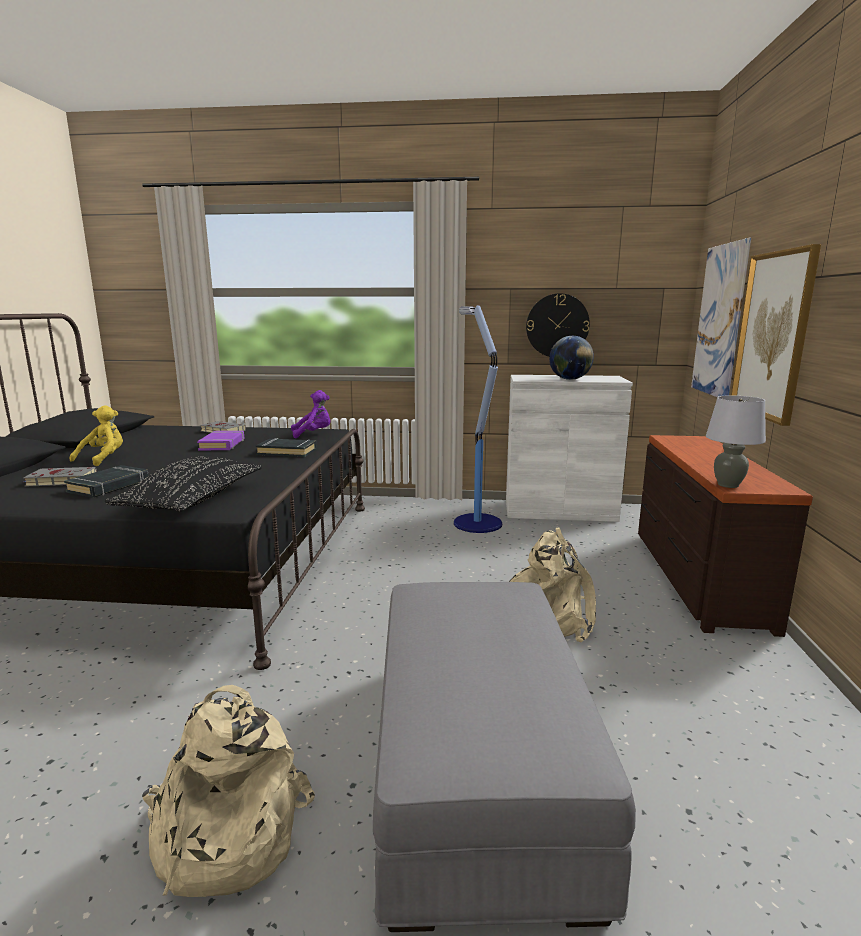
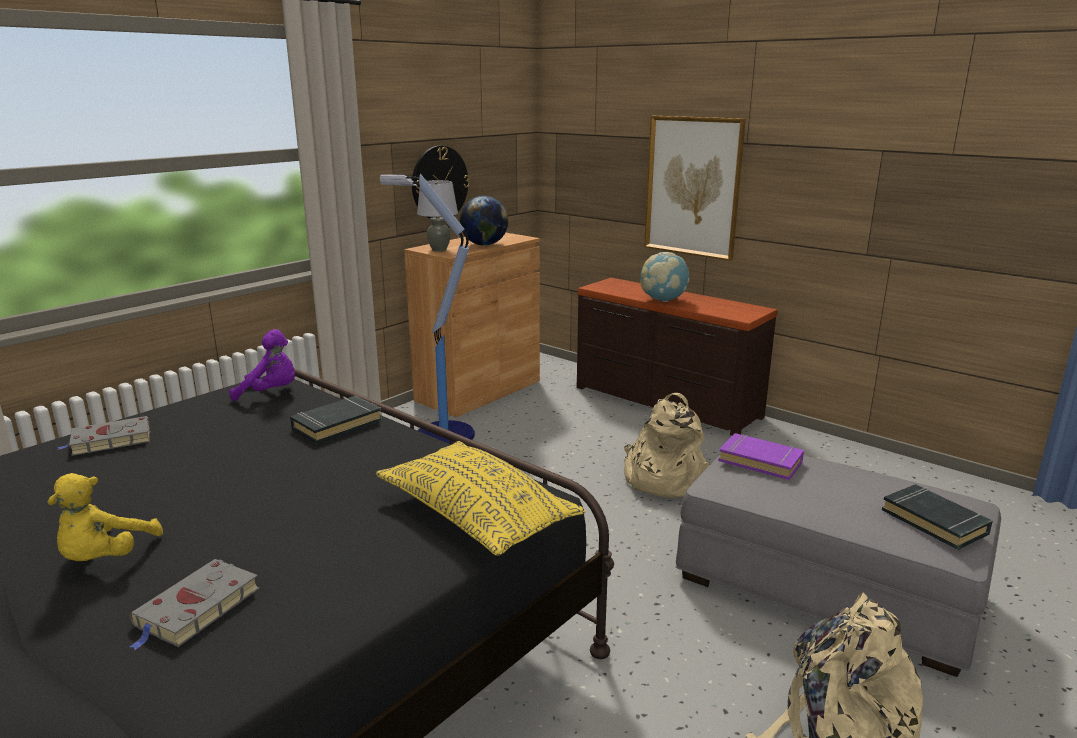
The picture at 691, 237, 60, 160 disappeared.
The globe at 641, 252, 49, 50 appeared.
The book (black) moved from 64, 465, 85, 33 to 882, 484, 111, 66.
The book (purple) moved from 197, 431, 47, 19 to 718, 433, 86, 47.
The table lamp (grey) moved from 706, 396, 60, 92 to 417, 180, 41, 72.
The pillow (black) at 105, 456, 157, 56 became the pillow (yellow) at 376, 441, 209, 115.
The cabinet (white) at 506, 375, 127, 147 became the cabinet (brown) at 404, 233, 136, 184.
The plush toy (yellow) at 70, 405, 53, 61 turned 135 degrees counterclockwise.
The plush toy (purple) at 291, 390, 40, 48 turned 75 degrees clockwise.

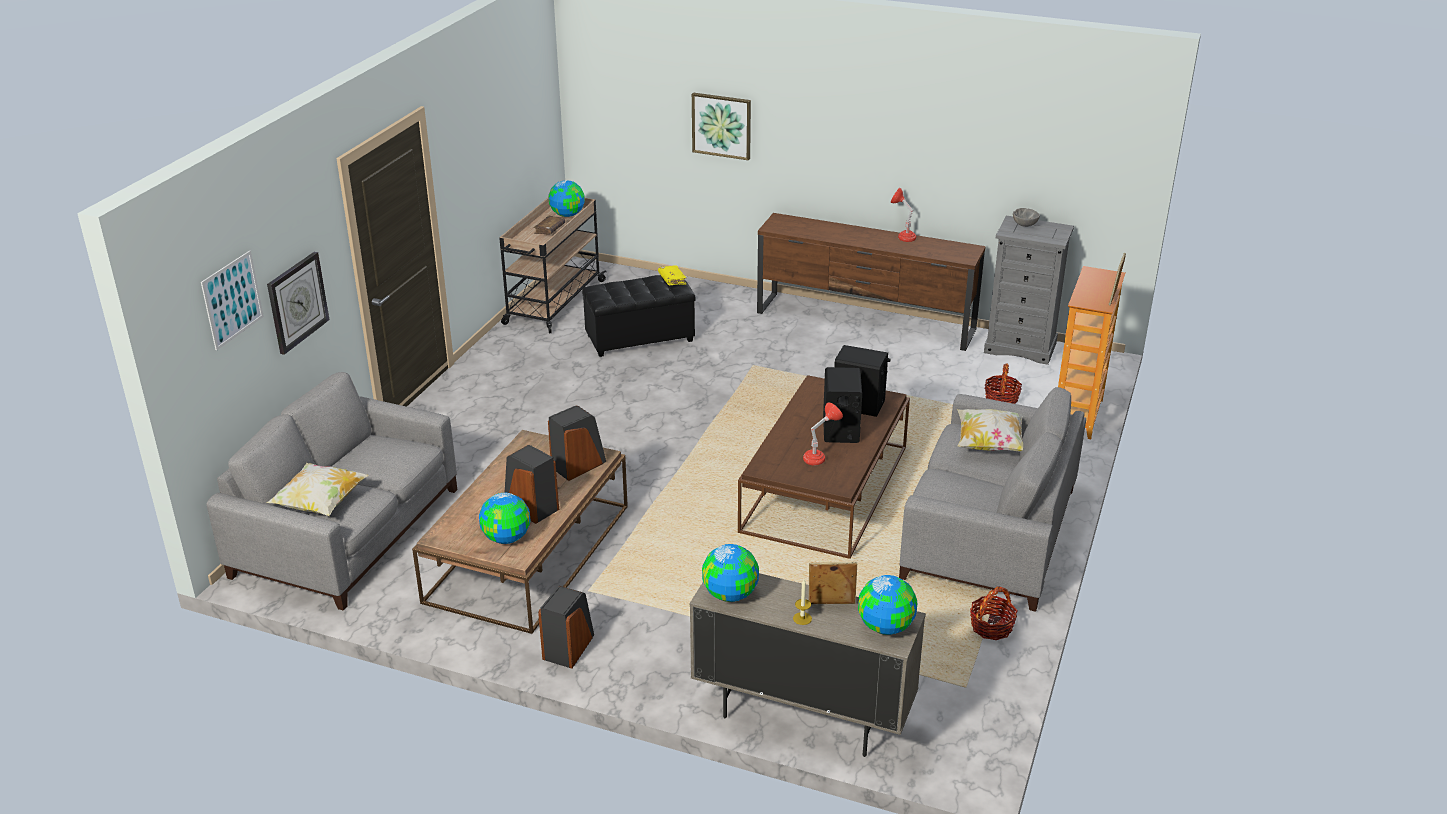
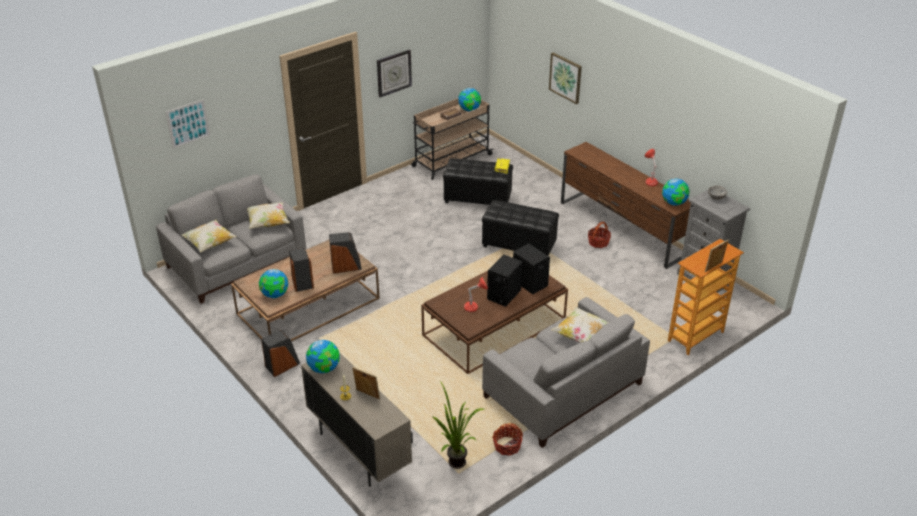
The pillow at 247, 203, 43, 26 appeared.
The potted plant at 432, 380, 52, 89 appeared.
The ottoman (black) at 482, 200, 77, 56 appeared.
The wall clock moved from 267, 252, 62, 103 to 377, 49, 35, 48.
The globe moved from 858, 575, 59, 60 to 662, 179, 28, 27.
The basket moved from 985, 363, 37, 41 to 588, 221, 23, 27.

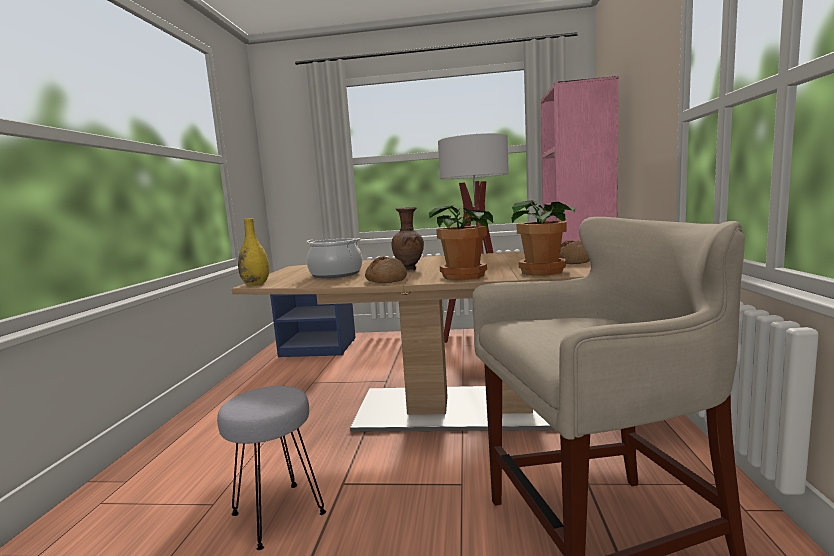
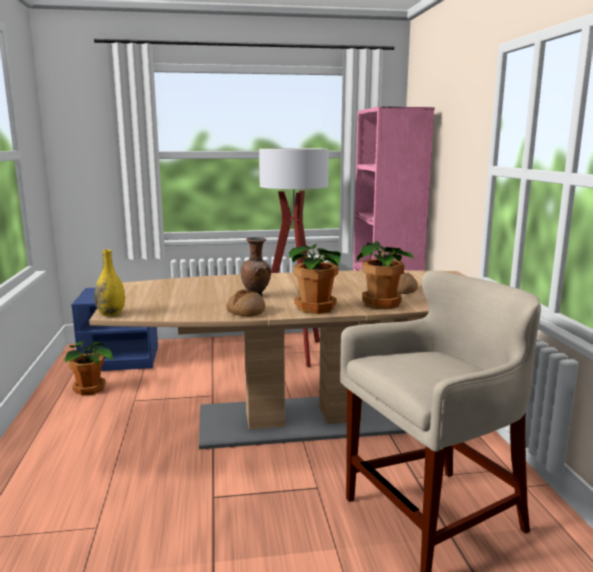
The stool (grey) at 217, 386, 109, 164 disappeared.
The cooking pot at 306, 238, 56, 40 disappeared.
The potted plant at 64, 341, 49, 54 appeared.

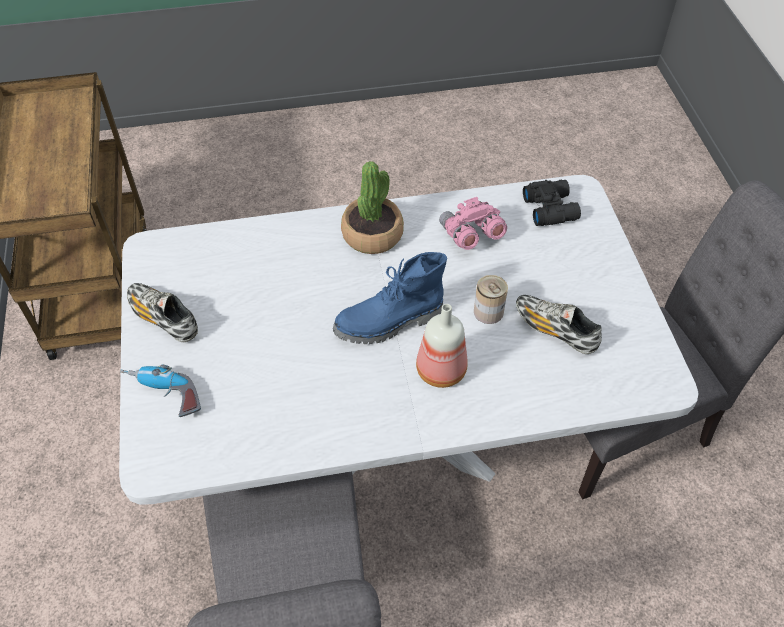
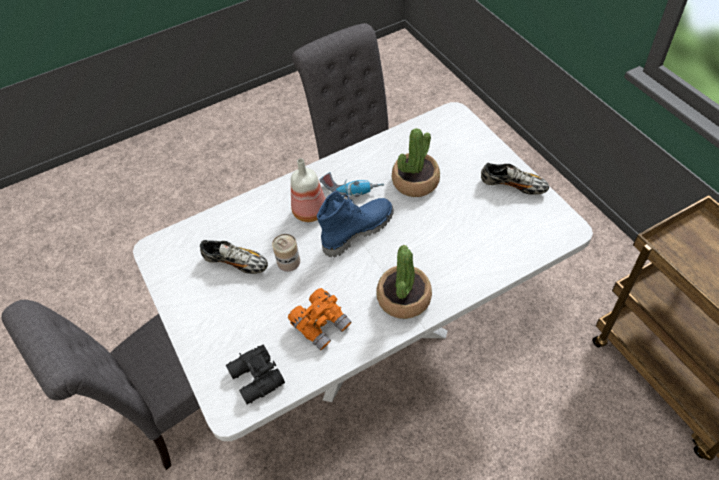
The potted plant at 392, 128, 48, 69 appeared.
The power drill moved from 120, 364, 81, 53 to 320, 172, 64, 25.
The binoculars (pink) at 439, 197, 68, 53 became the binoculars (orange) at 288, 288, 63, 62.

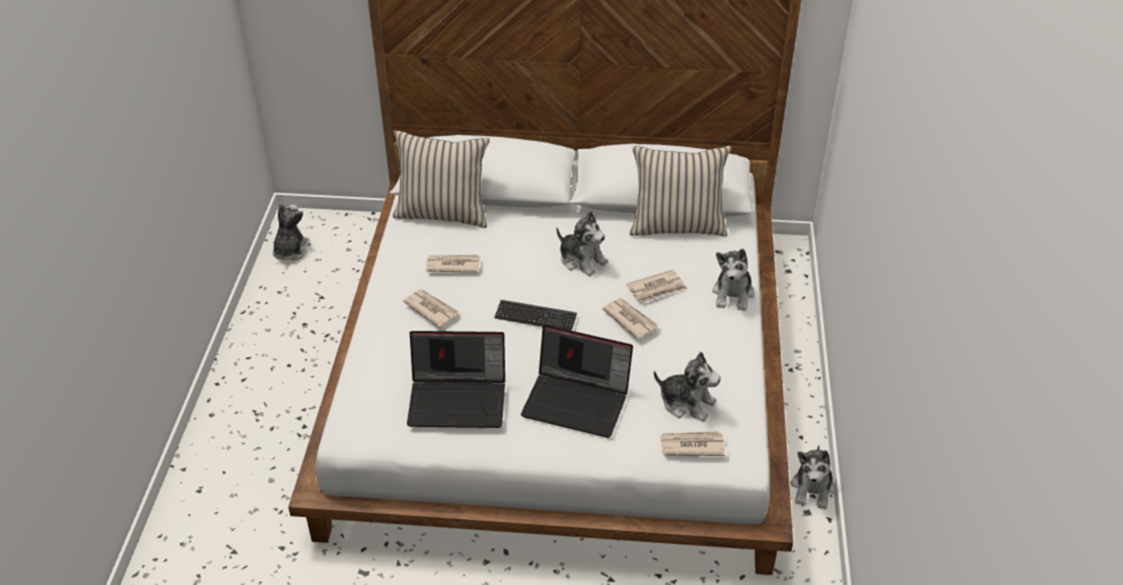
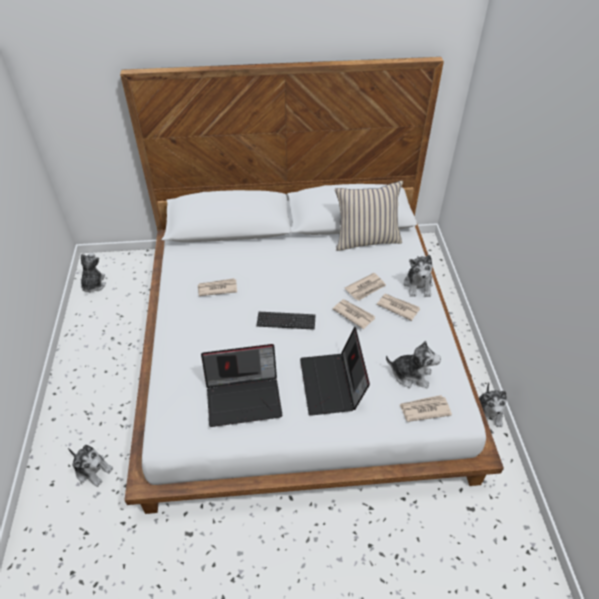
The pillow (beige) at 393, 130, 97, 98 disappeared.
The newspaper moved from 403, 289, 57, 39 to 377, 293, 43, 28.
The plush toy moved from 556, 211, 52, 65 to 68, 445, 45, 42.
The laptop at 521, 325, 112, 113 turned 75 degrees clockwise.

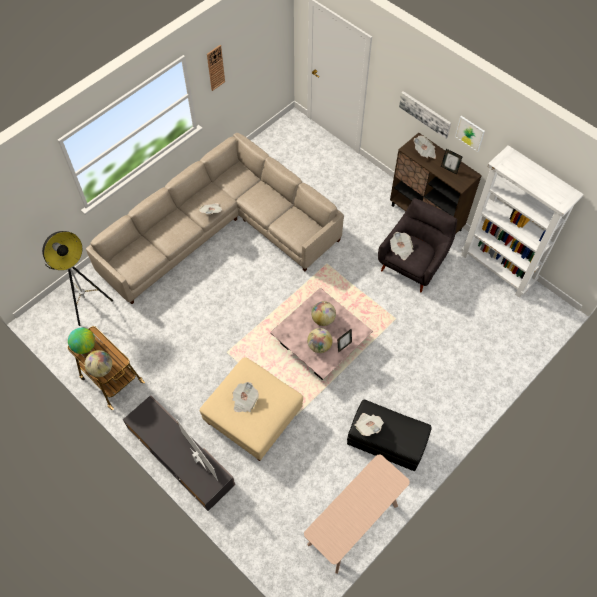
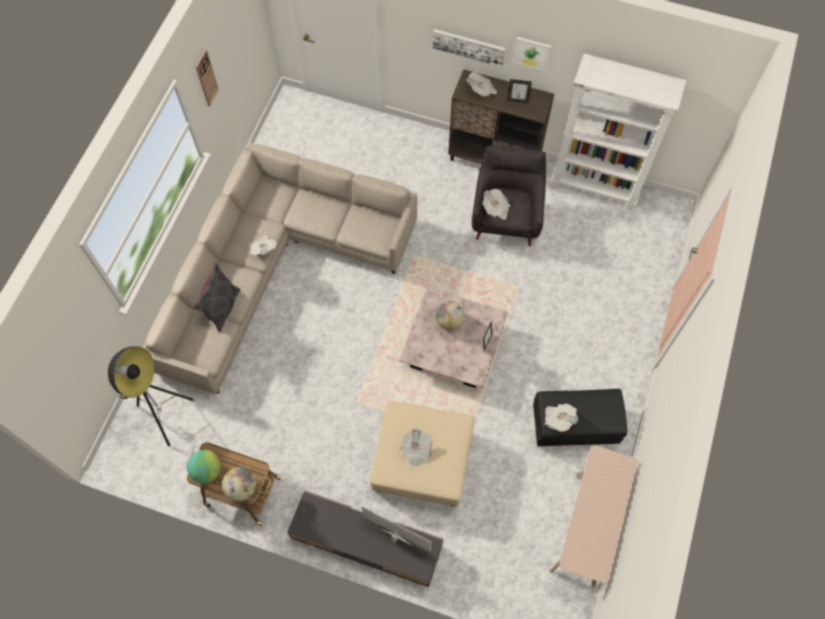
The globe at 307, 328, 26, 25 disappeared.
The pillow (grey) at 194, 263, 46, 69 appeared.

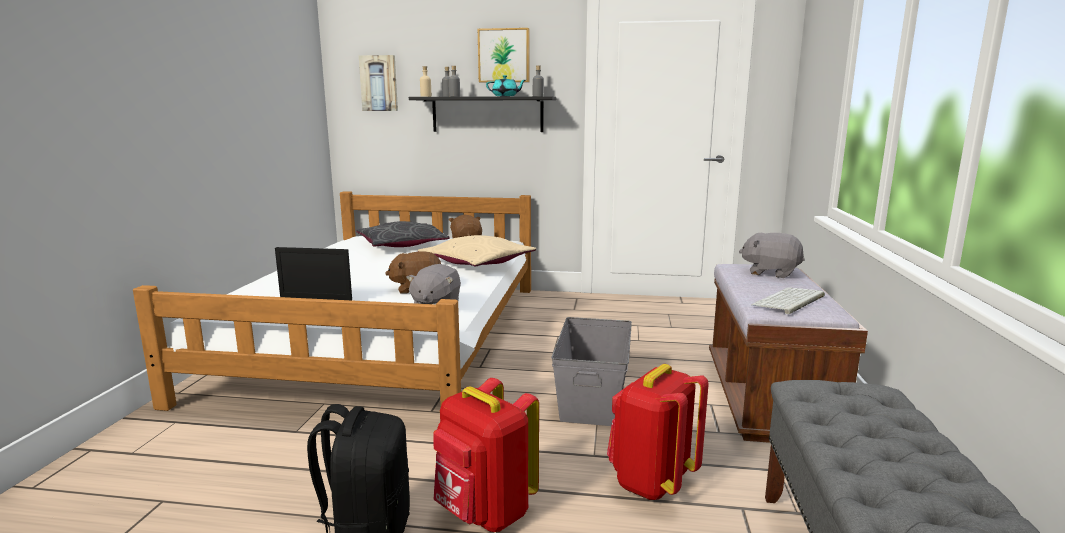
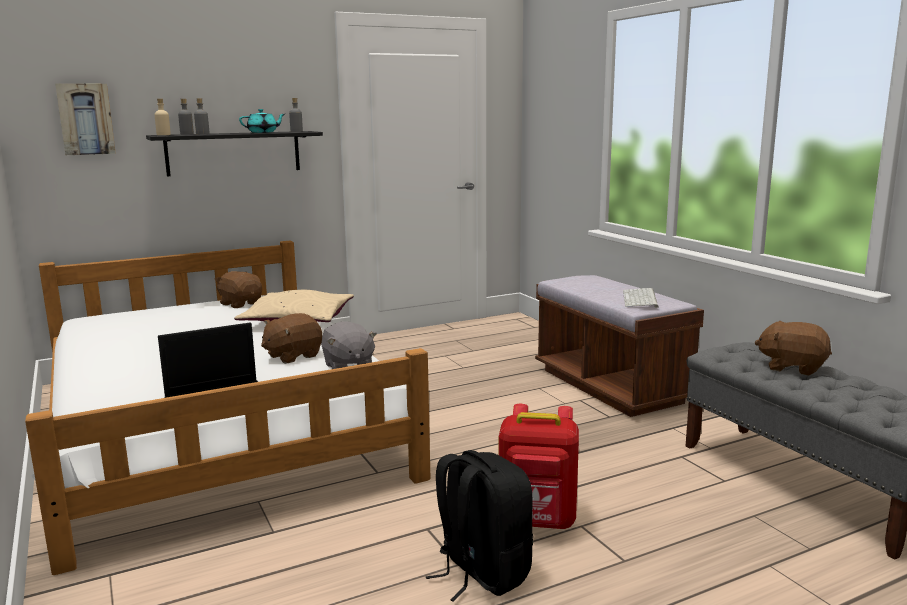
The pillow (grey) at 356, 221, 94, 26 disappeared.
The picture at 478, 28, 51, 55 disappeared.
The storage box (grey) at 551, 317, 81, 109 disappeared.
The backpack (red) at 607, 364, 101, 136 disappeared.
The plush toy (grey) at 739, 233, 65, 45 disappeared.
The plush toy (brown) at 755, 321, 77, 55 appeared.

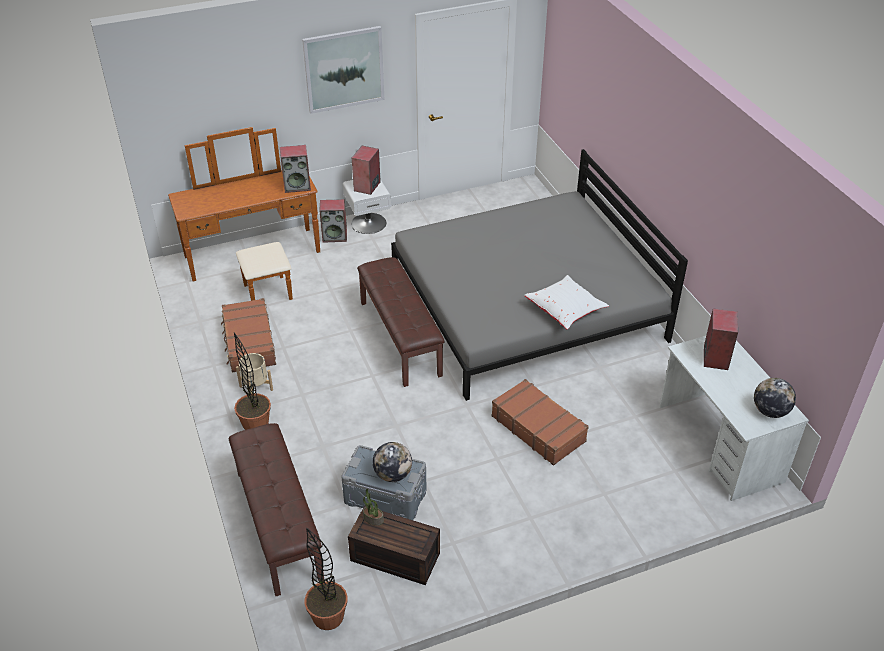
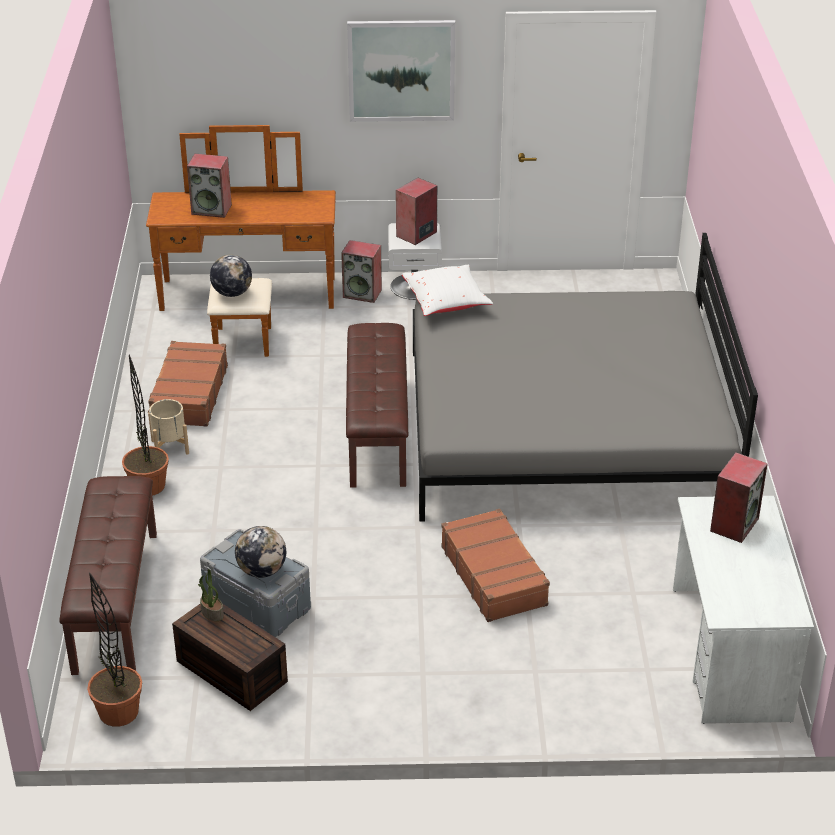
The speaker moved from 280, 145, 31, 48 to 187, 154, 45, 64.
The pillow (white) moved from 524, 275, 85, 54 to 402, 265, 91, 51.
The globe moved from 754, 378, 42, 40 to 210, 255, 42, 42.

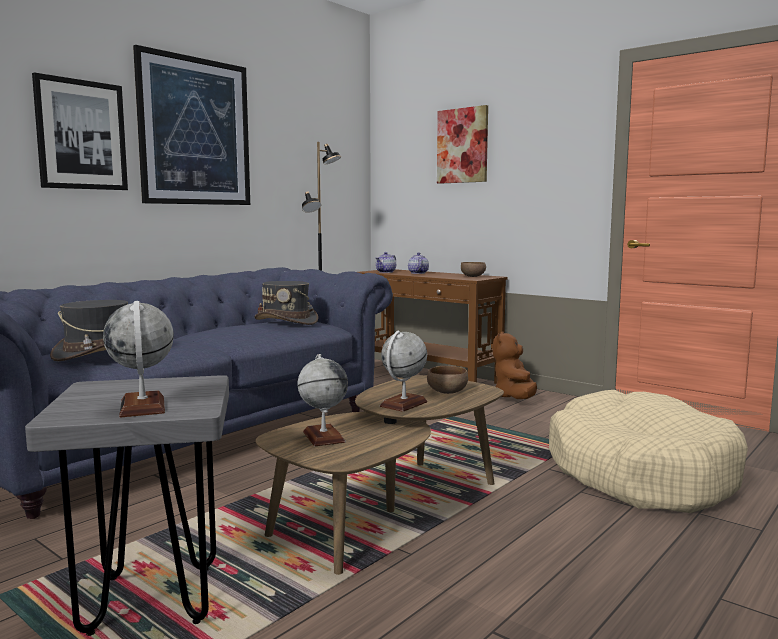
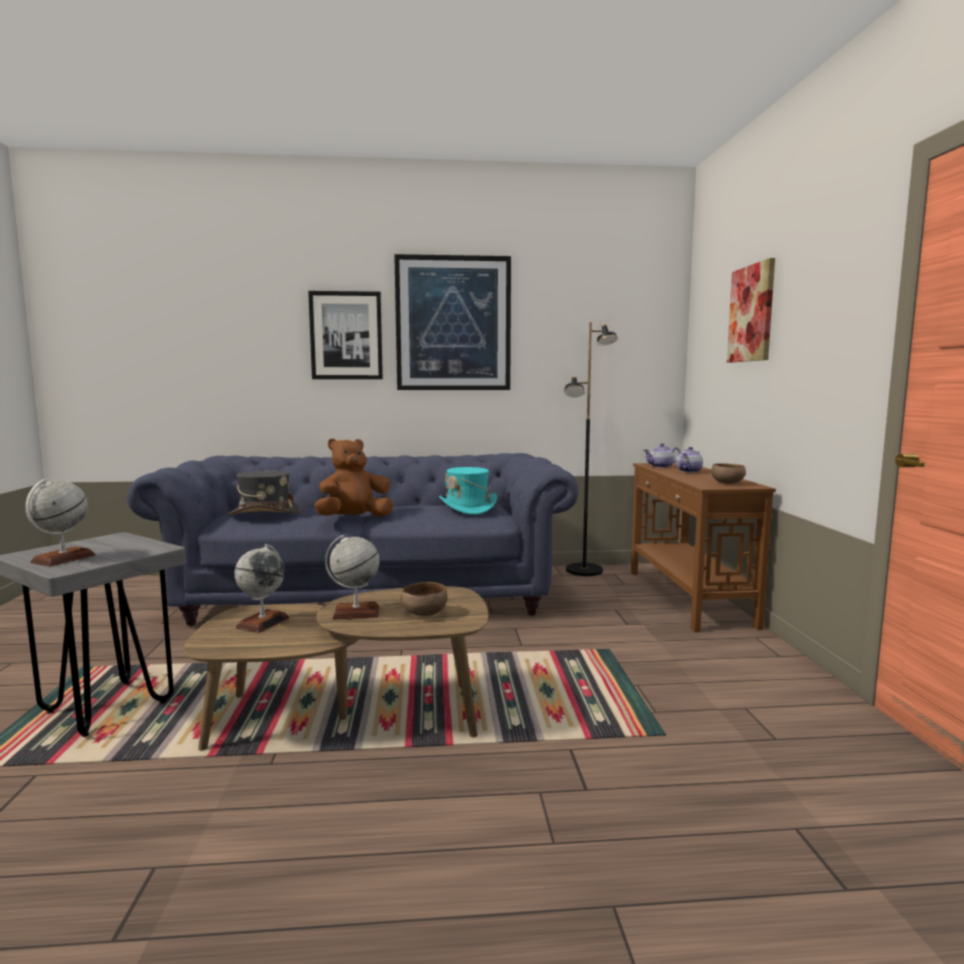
The dog bed (beige) at 549, 390, 199, 123 disappeared.
The plush toy (brown) moved from 493, 331, 44, 68 to 314, 438, 79, 79.
The hat (grey) at 254, 281, 64, 44 became the hat (turquoise) at 439, 467, 58, 48.

